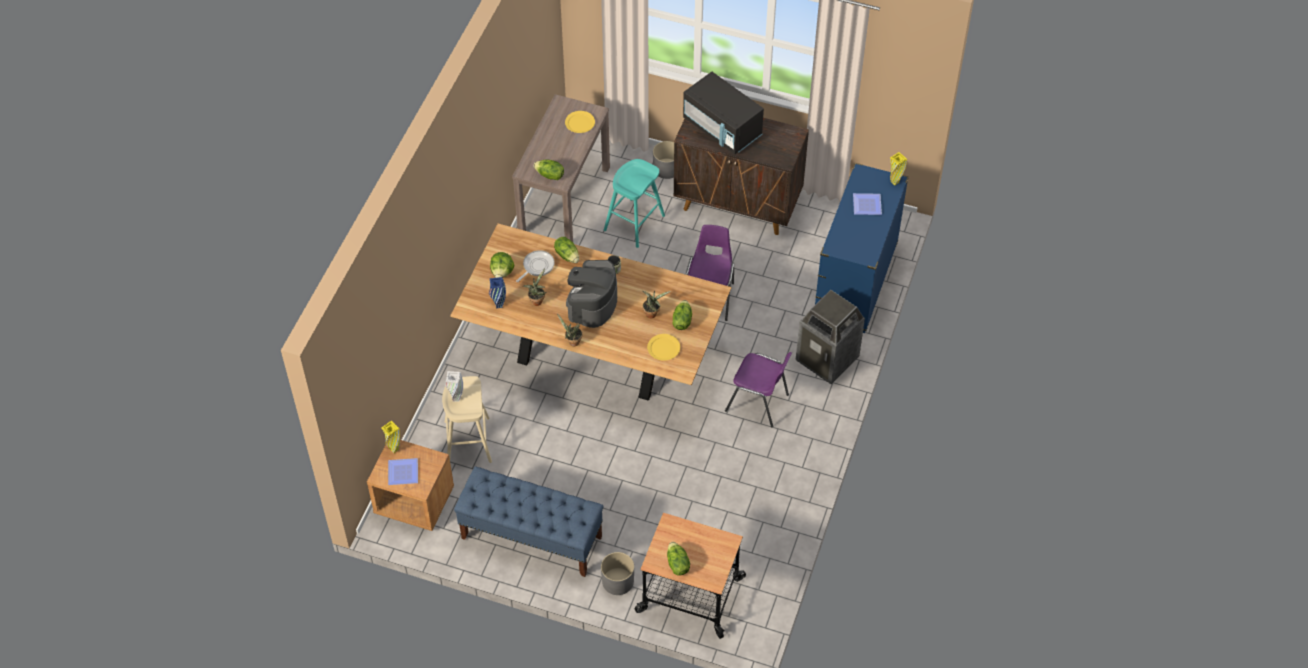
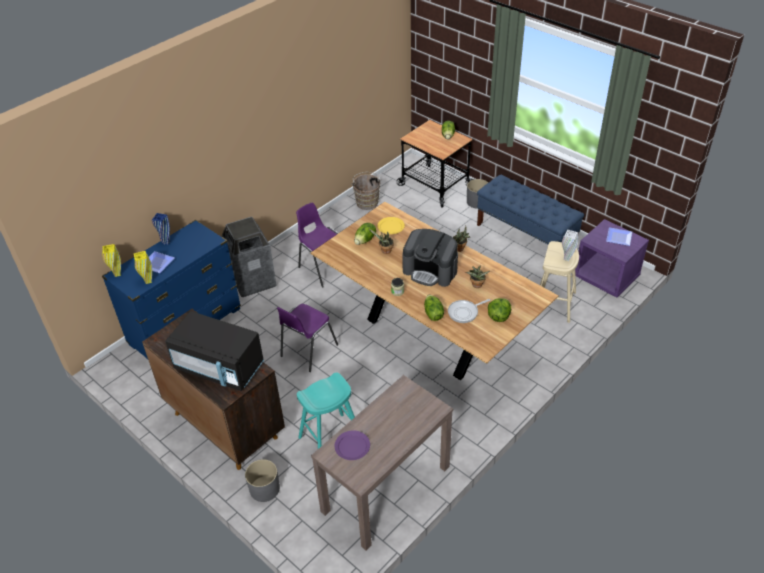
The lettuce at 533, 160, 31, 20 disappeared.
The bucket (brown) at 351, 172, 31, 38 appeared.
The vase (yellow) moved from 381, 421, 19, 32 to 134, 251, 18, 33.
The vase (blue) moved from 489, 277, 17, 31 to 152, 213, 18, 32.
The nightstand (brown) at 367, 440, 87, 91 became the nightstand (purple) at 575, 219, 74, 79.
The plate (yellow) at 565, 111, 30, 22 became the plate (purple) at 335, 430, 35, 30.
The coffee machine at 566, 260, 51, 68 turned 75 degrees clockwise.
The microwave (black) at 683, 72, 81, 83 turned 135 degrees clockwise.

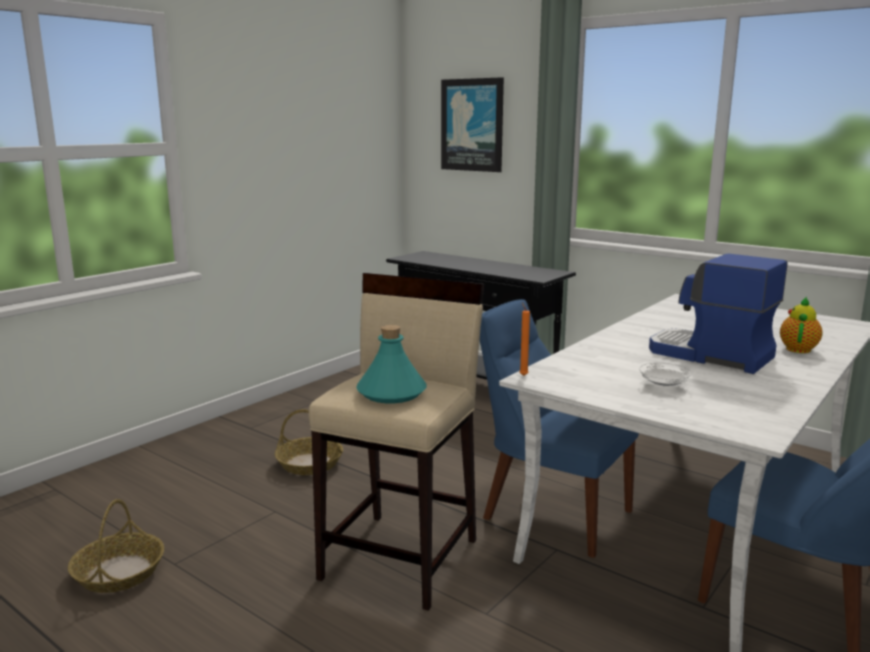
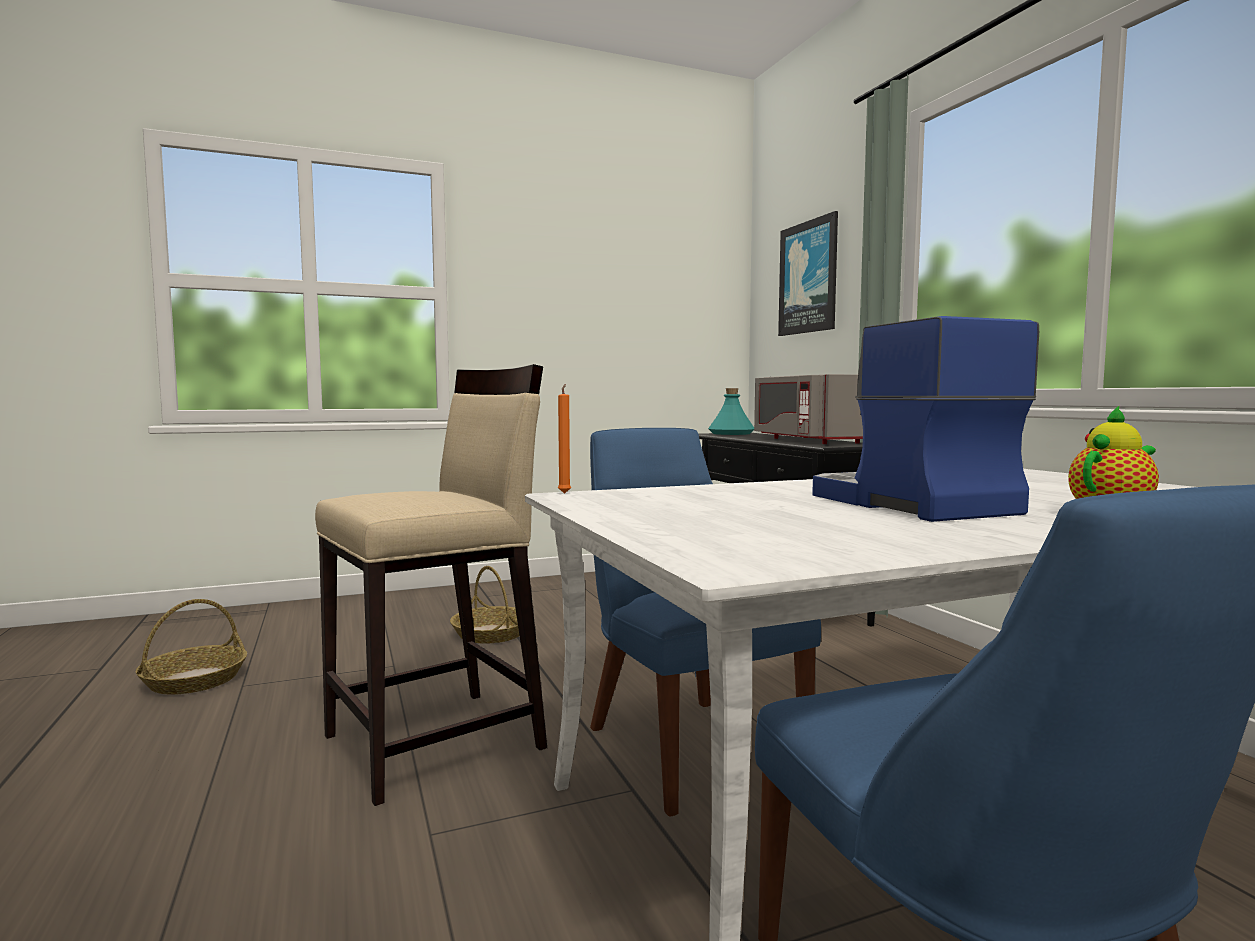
The plate (white) at 639, 363, 53, 23 disappeared.
The microwave (grey) at 754, 374, 109, 70 appeared.
The bottle (turquoise) moved from 356, 325, 71, 78 to 708, 388, 46, 47.

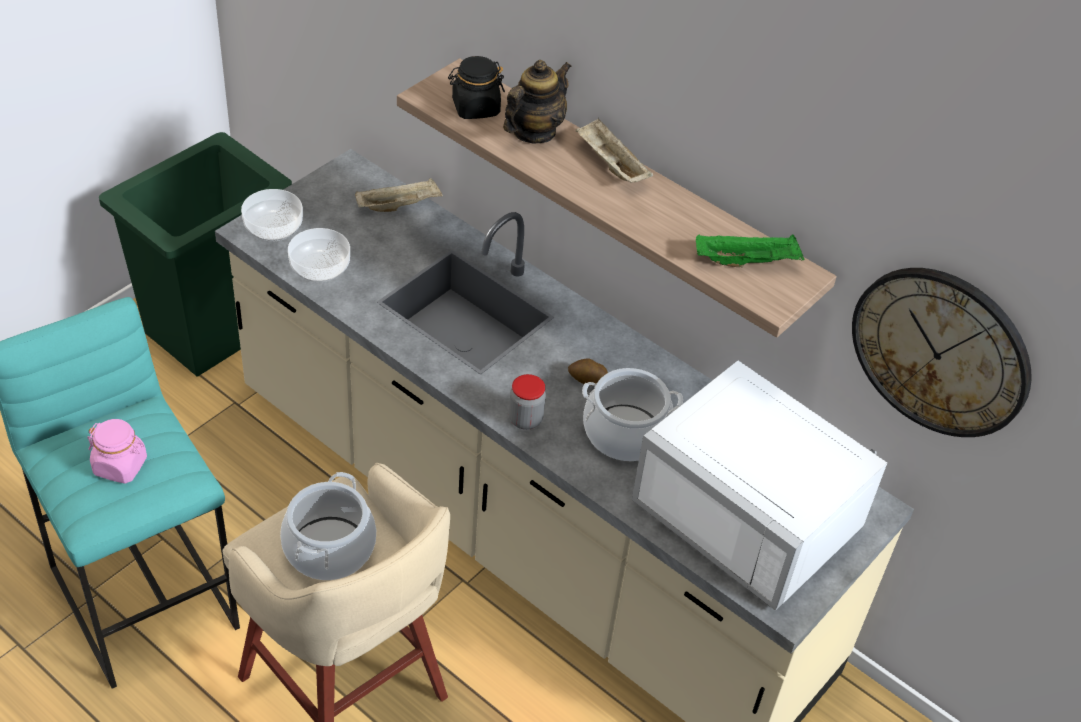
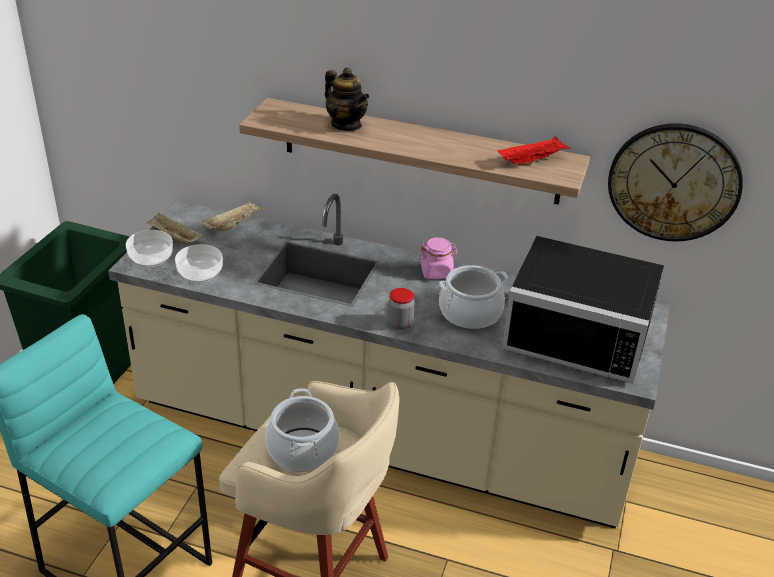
The jar (black) at 448, 56, 57, 63 disappeared.
The potato at 568, 358, 40, 28 disappeared.
The jar (pink) moved from 87, 419, 60, 65 to 418, 237, 40, 42.
The tray (beige) moved from 575, 118, 78, 65 to 146, 213, 58, 31.
The microwave (white) at 632, 360, 255, 251 became the microwave (black) at 502, 236, 162, 148.
The tray (green) at 696, 234, 108, 34 became the tray (red) at 498, 136, 73, 29.
The teapot at 503, 60, 69, 83 turned 120 degrees clockwise.

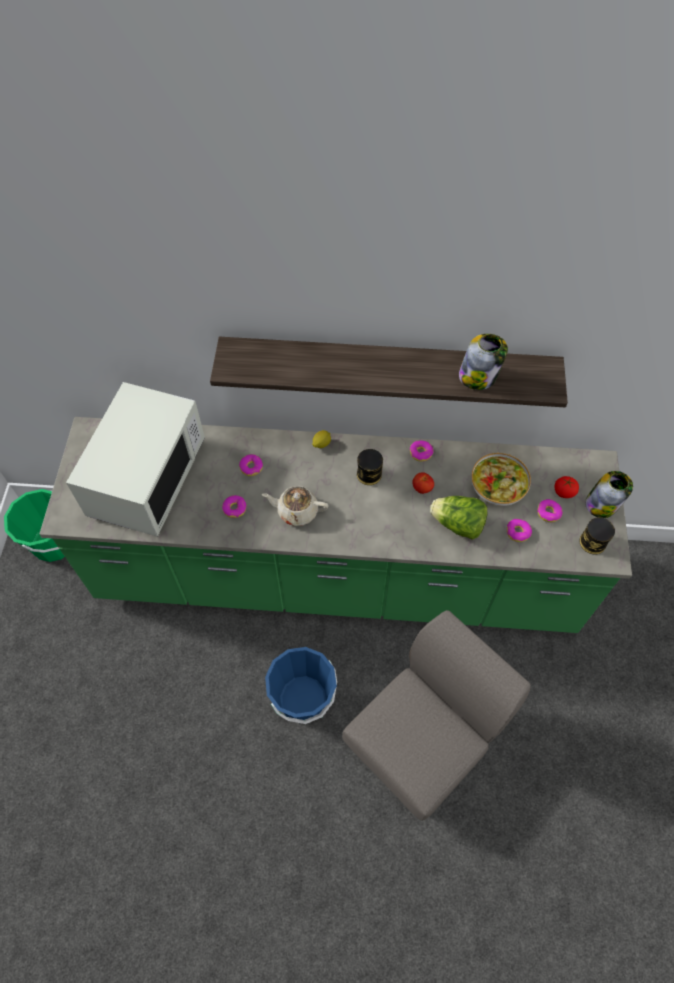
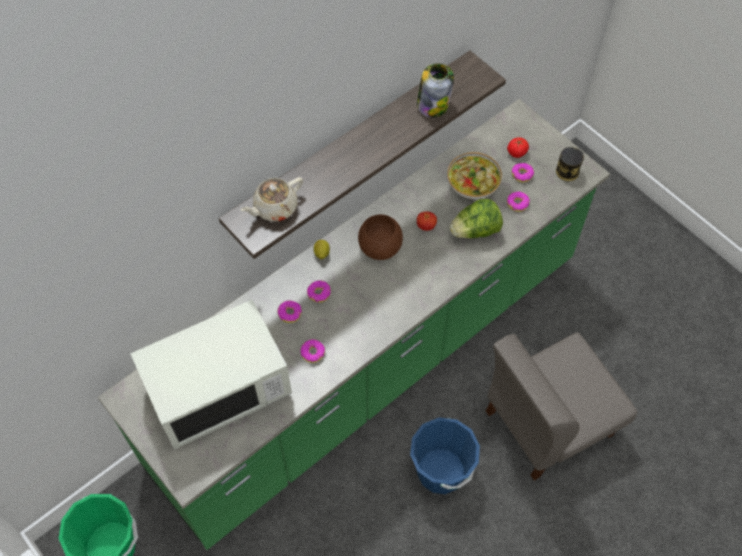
The jar at 585, 471, 48, 47 disappeared.
The teapot (beige) moved from 262, 486, 67, 40 to 240, 177, 63, 44.
The donut moved from 410, 440, 24, 22 to 307, 280, 24, 23.
The can at 357, 449, 26, 36 was replaced by the bowl (brown) at 358, 214, 45, 46.
The microwave (white) at 66, 382, 139, 154 turned 90 degrees clockwise.
The chair (grey) at 342, 610, 189, 211 turned 120 degrees counterclockwise.

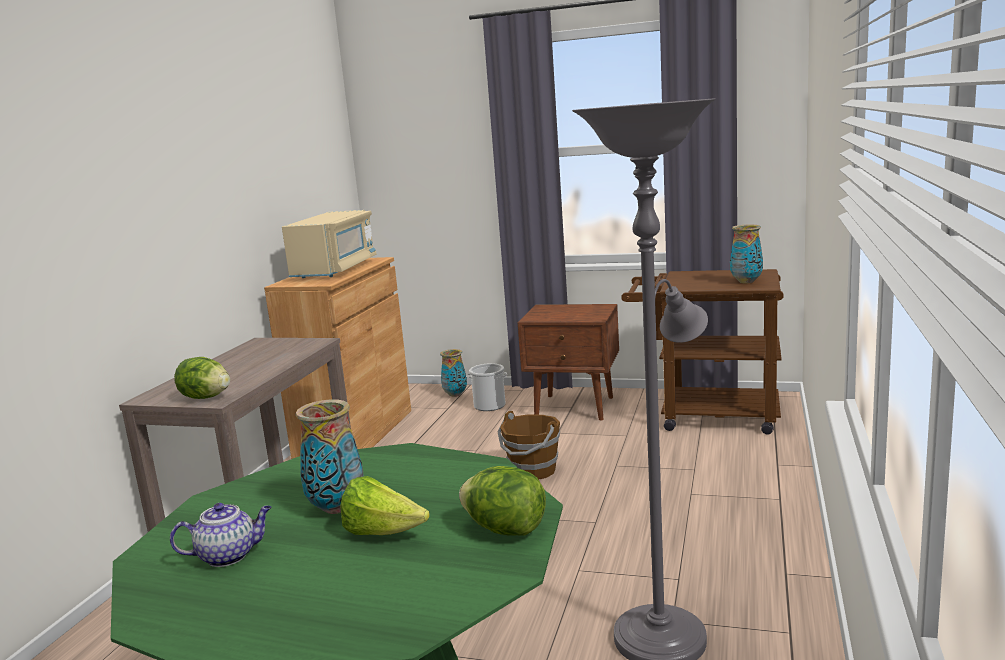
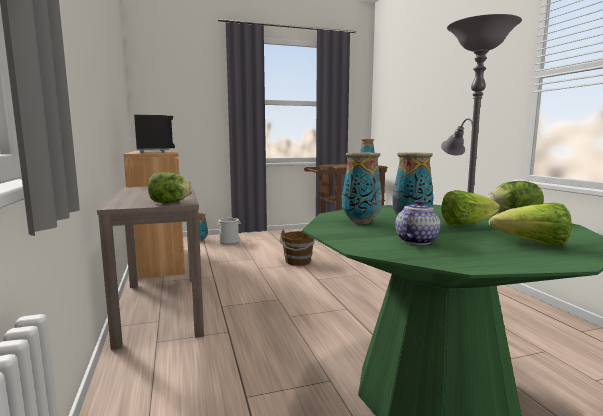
The nightstand (brown) at 518, 304, 101, 116 disappeared.
The vase at 342, 153, 40, 71 appeared.
The lettuce at 488, 202, 83, 44 appeared.
The microwave (beige) at 282, 210, 94, 68 became the microwave (black) at 134, 115, 41, 38.

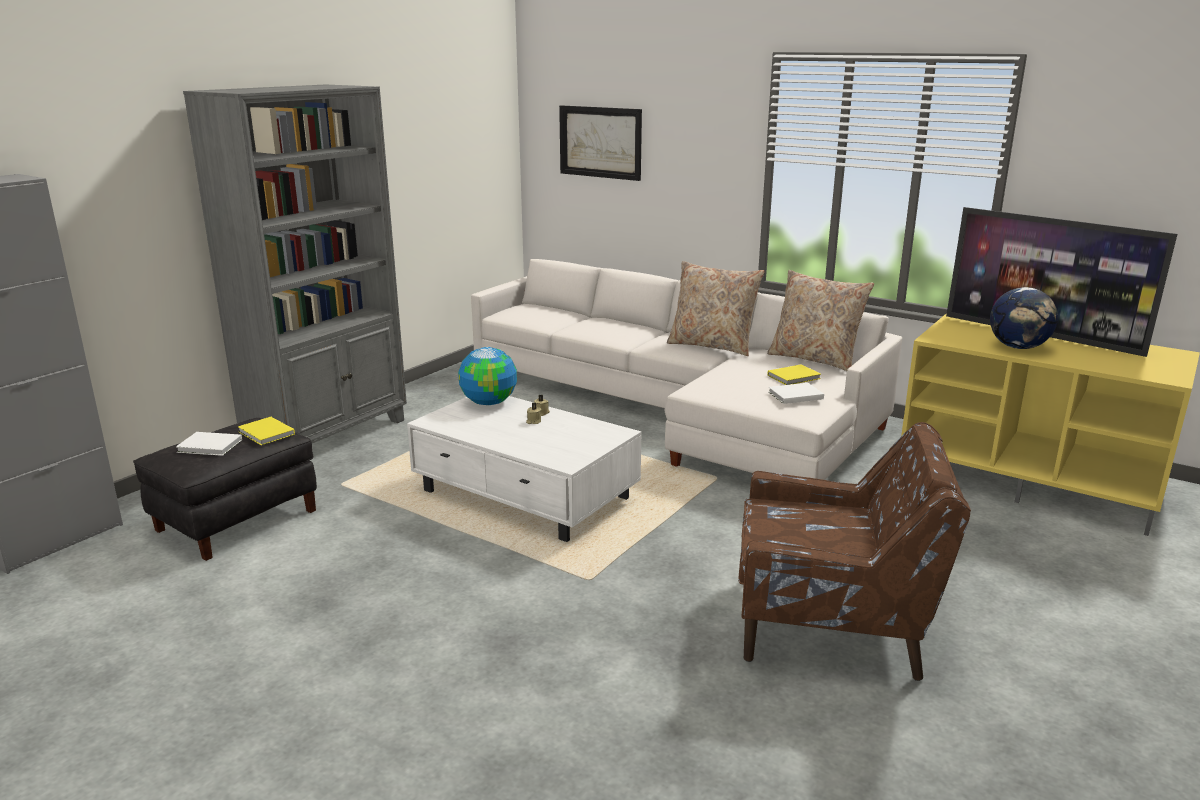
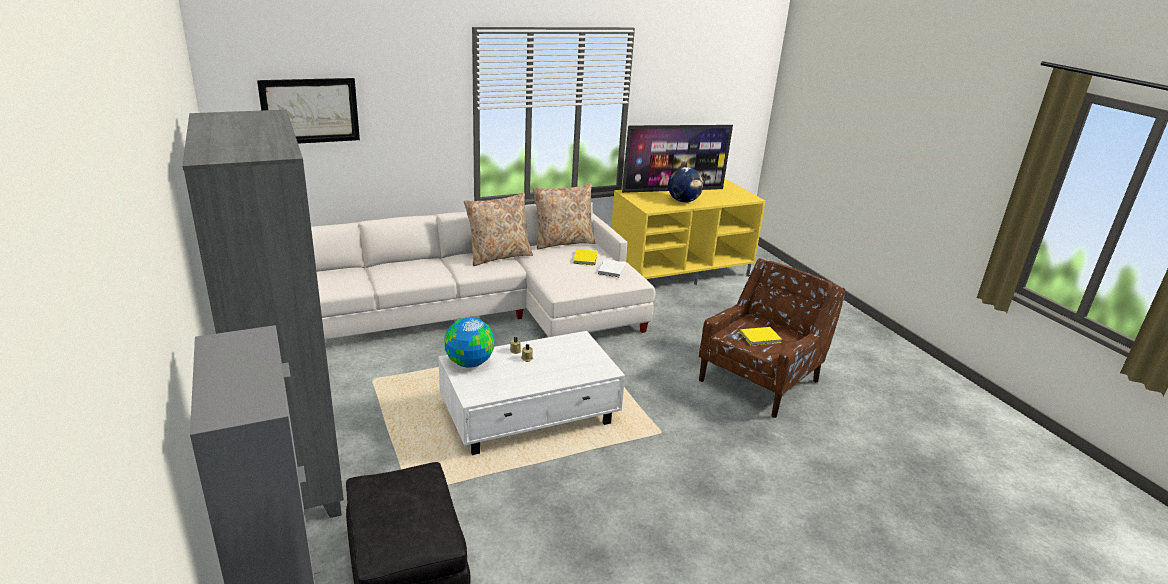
The book (white) at 176, 432, 66, 24 disappeared.
The book (yellow) moved from 238, 417, 57, 29 to 740, 327, 42, 19.

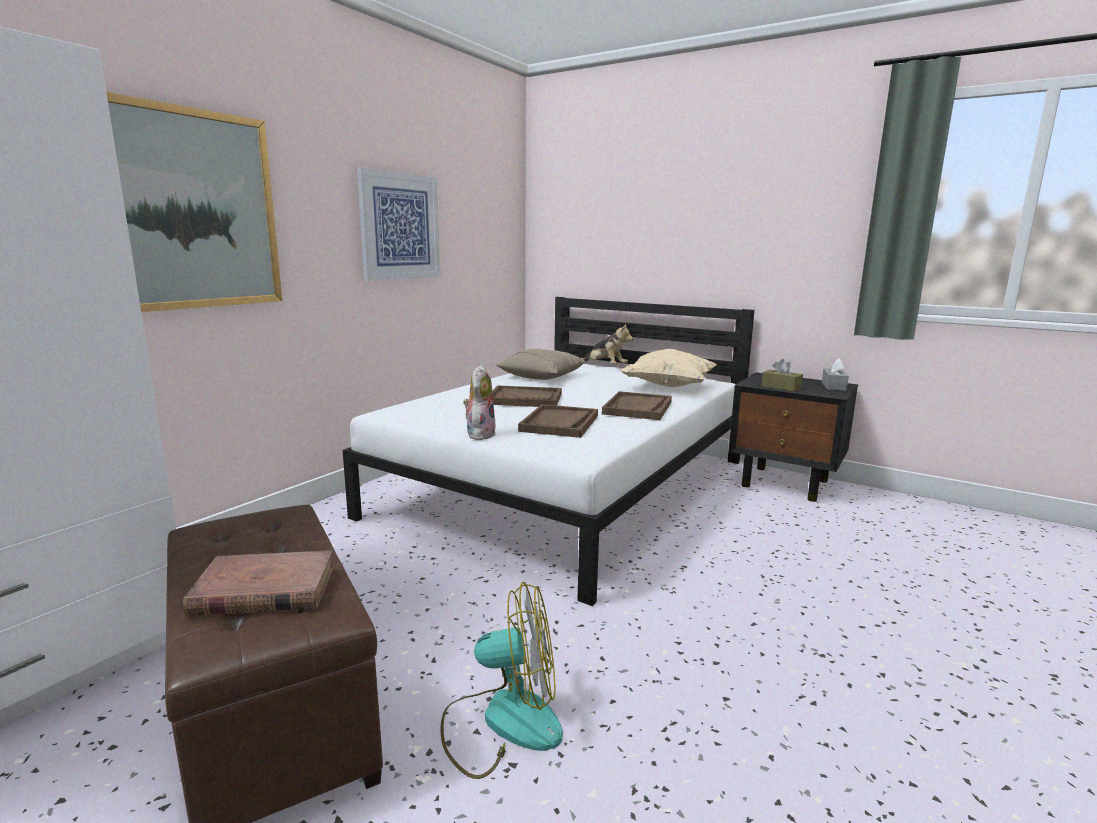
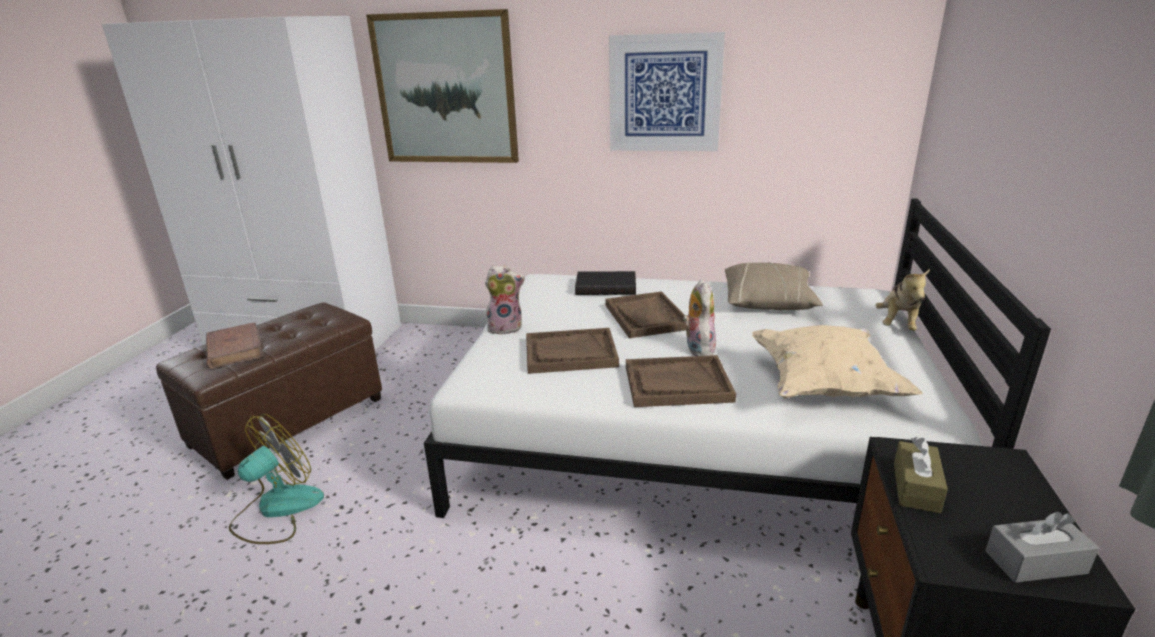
The book (black) at 575, 271, 61, 24 appeared.
The plush toy at 683, 279, 33, 77 appeared.
The fan at 441, 582, 122, 197 turned 120 degrees counterclockwise.

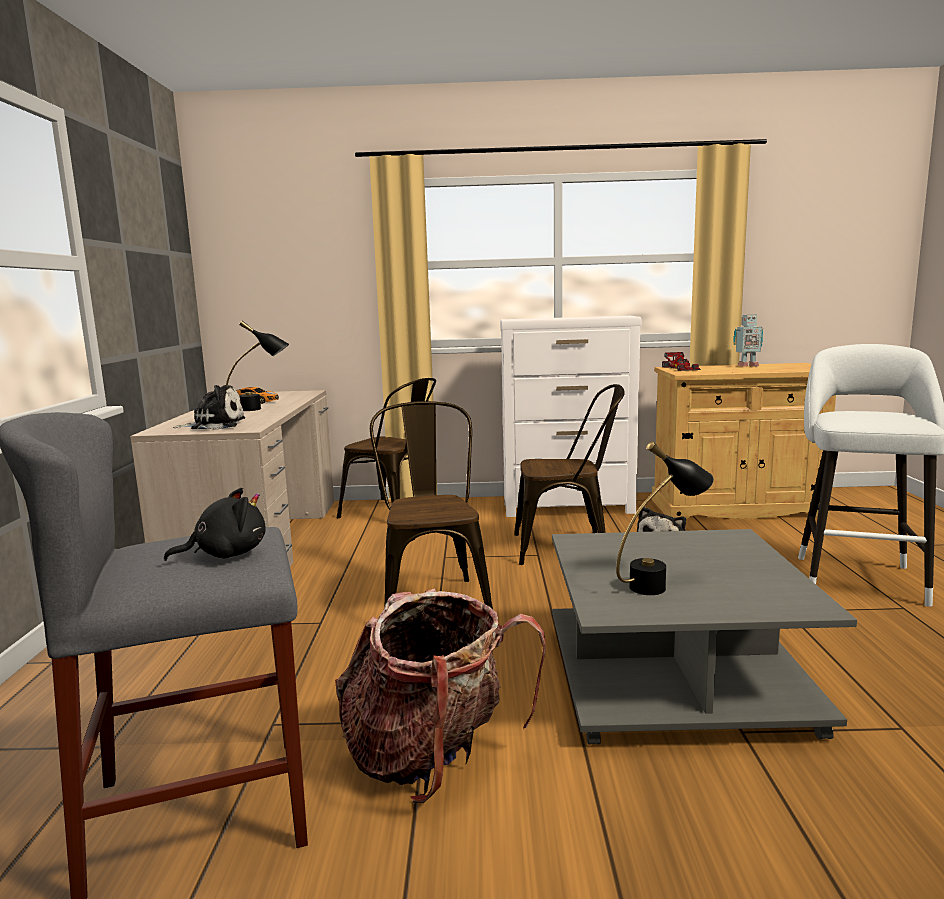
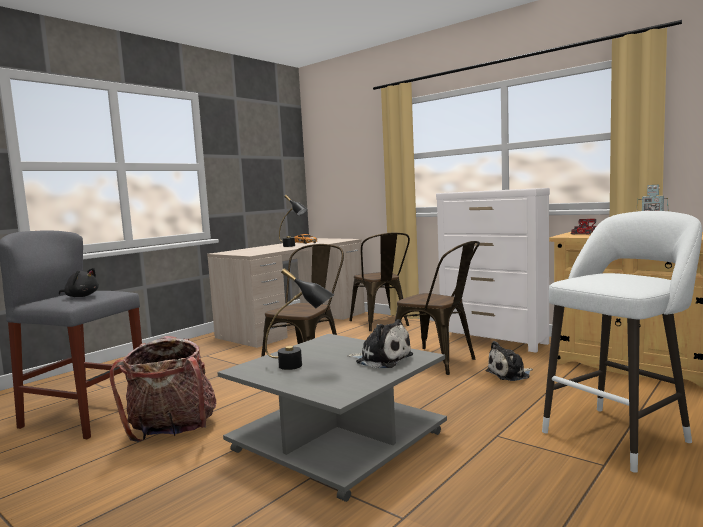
The plush toy moved from 173, 385, 72, 45 to 347, 319, 66, 49.

